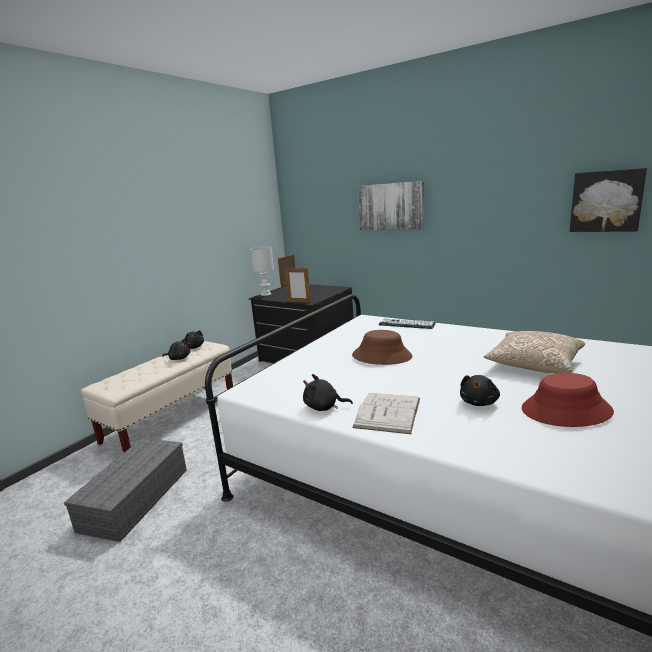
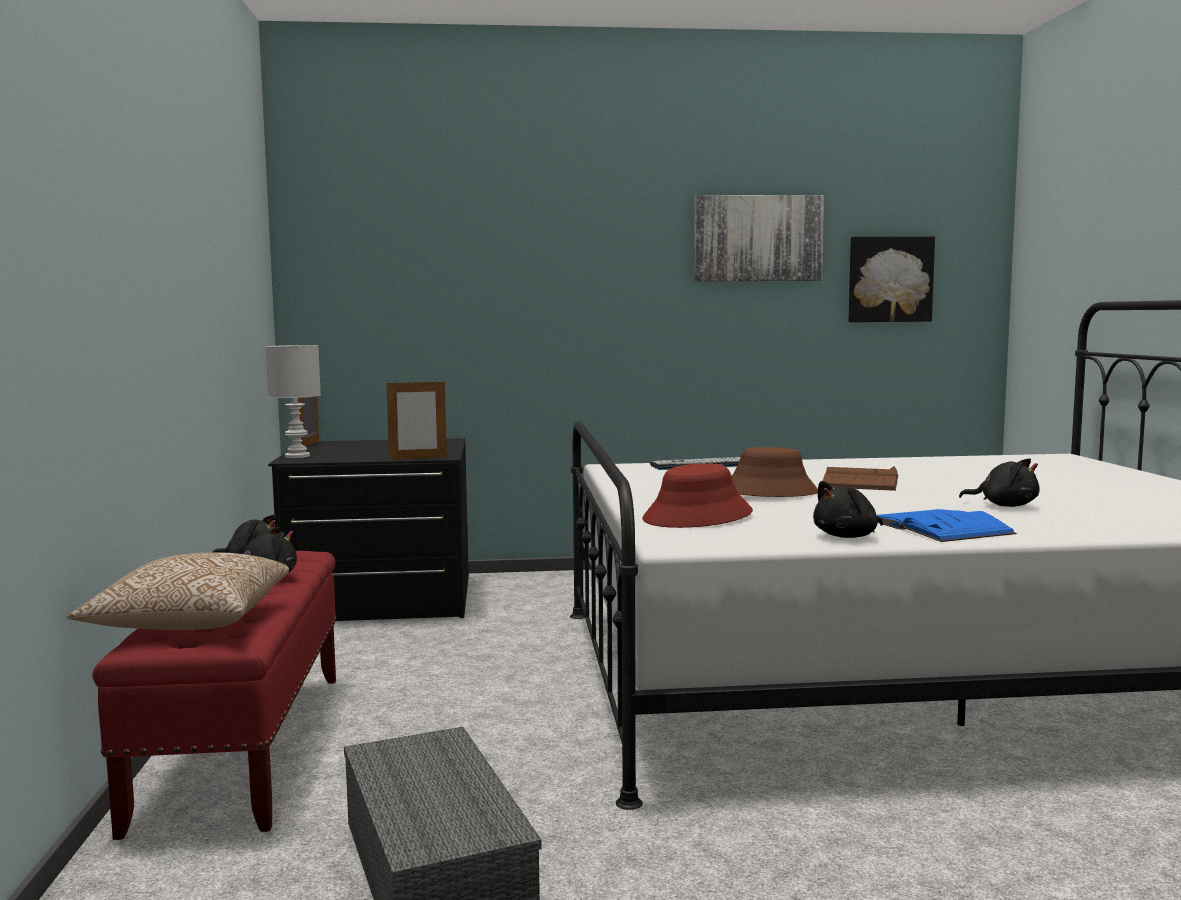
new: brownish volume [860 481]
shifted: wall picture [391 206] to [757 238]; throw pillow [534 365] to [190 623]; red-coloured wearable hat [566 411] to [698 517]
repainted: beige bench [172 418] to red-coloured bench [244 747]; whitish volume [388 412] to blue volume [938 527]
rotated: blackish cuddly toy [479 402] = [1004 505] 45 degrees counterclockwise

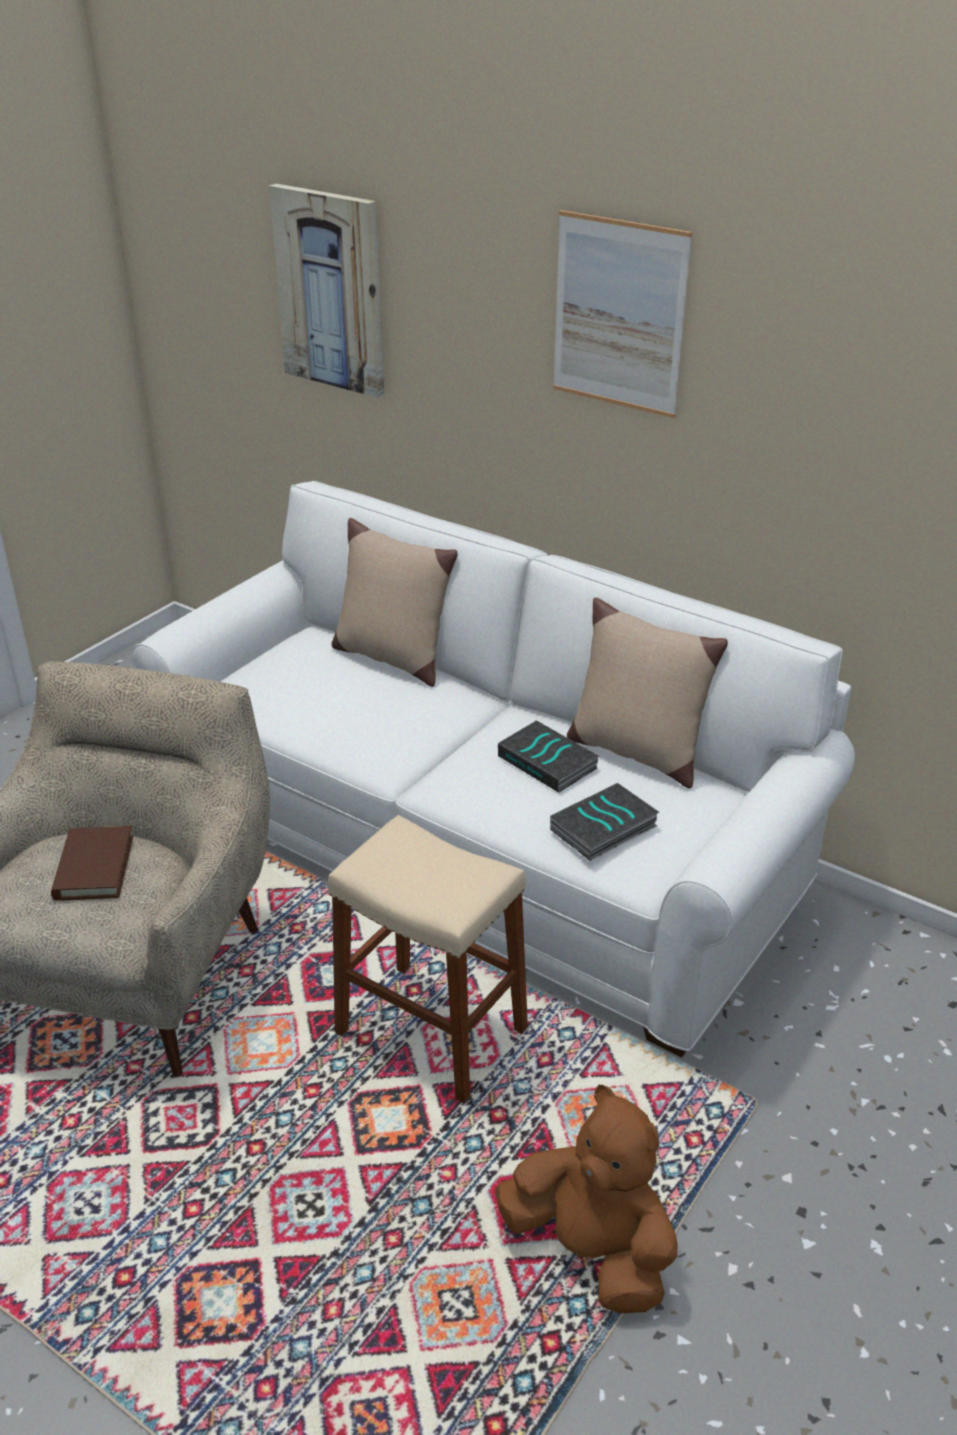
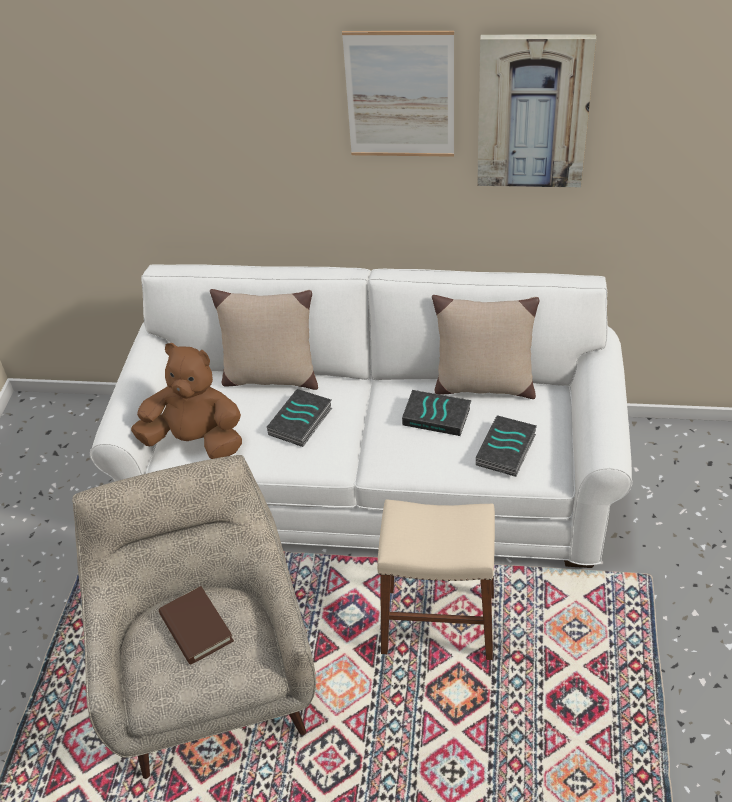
new: volume [301 422]
shifted: wall picture [331 291] to [533 112]; brownish cuddly toy [591 1250] to [196 441]

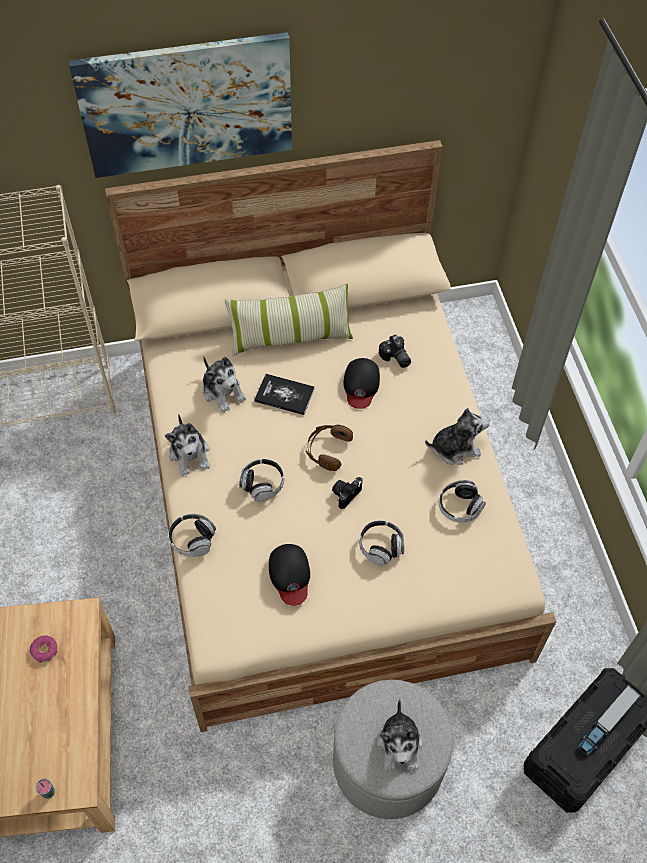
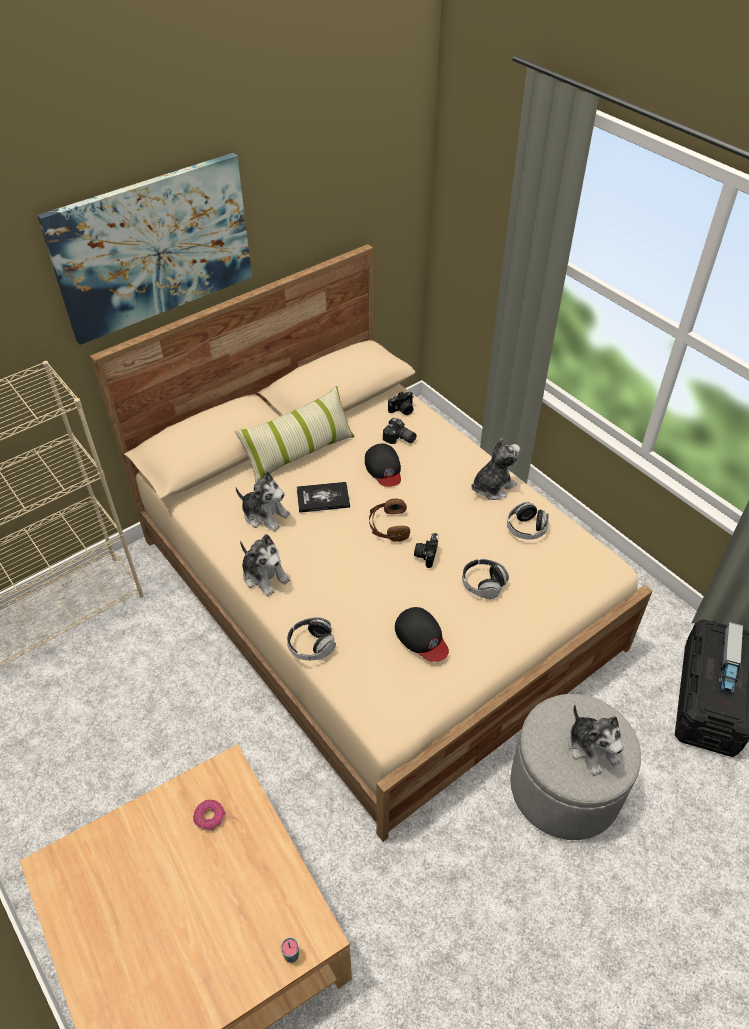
gone: headset [262 484]
new: photo camera [402 410]

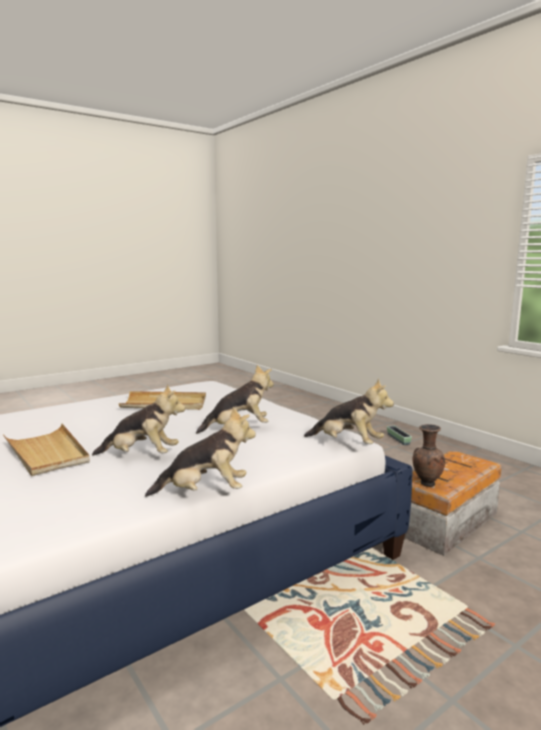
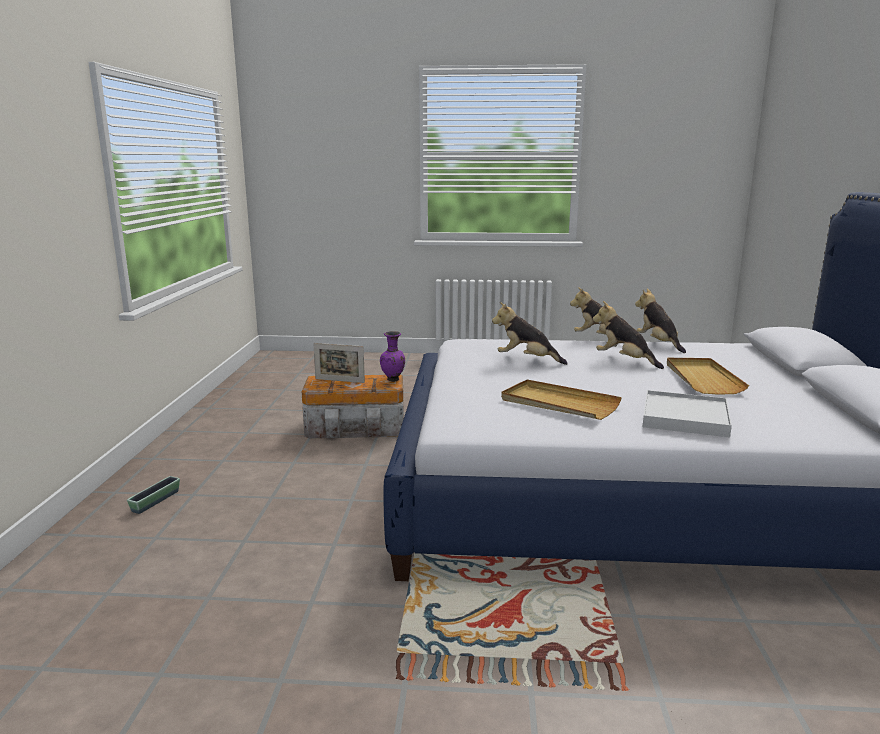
new: standing frame [339 380]; whitish serving tray [684 417]
shifted: cuddly toy [348 444] to [658 344]
repainted: brownish decorative vase [426 483] to purple decorative vase [393 380]

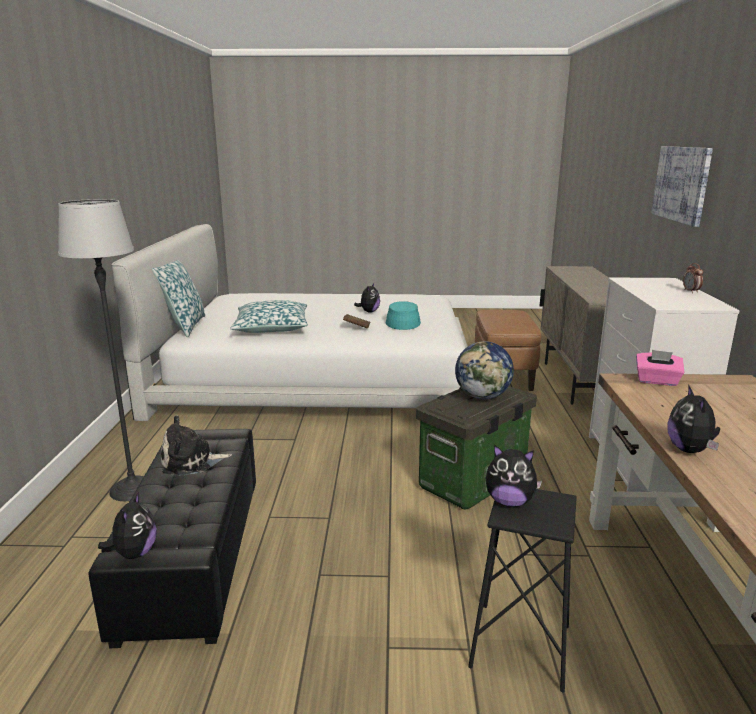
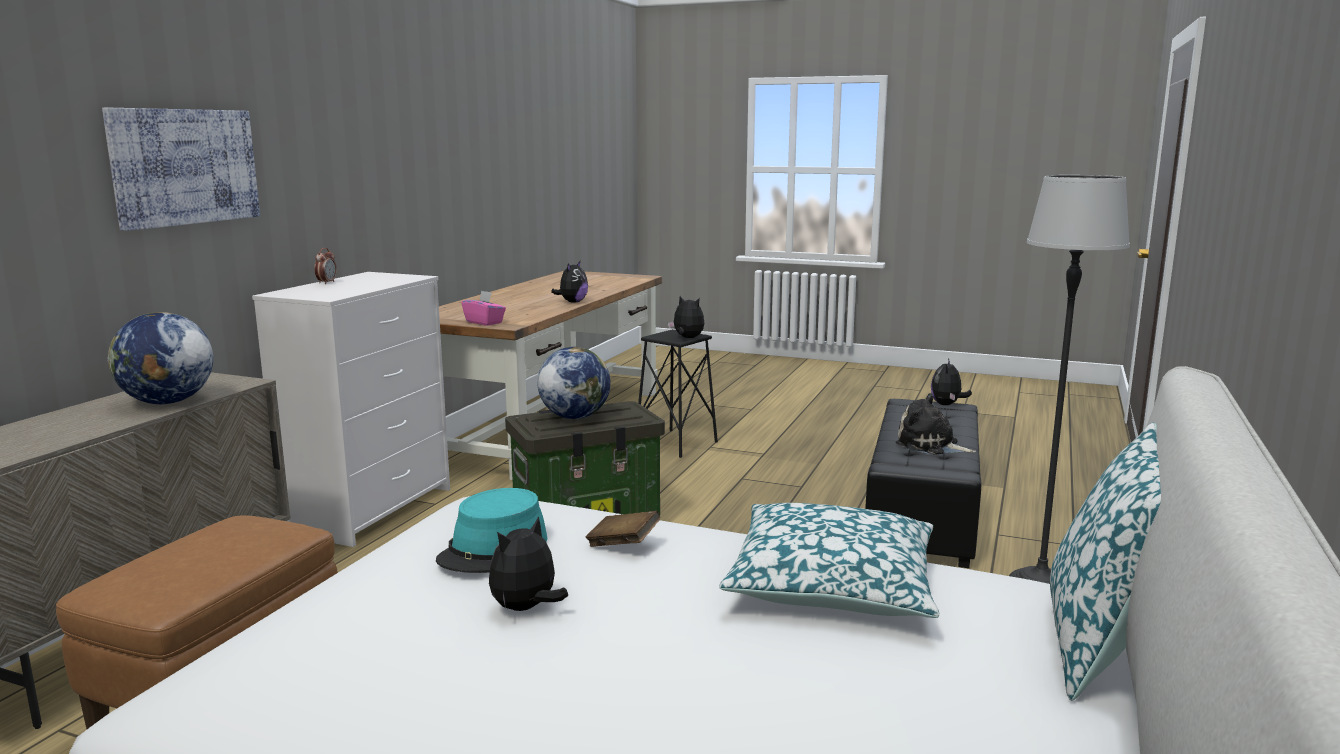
new: world globe [167 402]
rotated: cuddly toy [191 462] = [930 445] 150 degrees counterclockwise

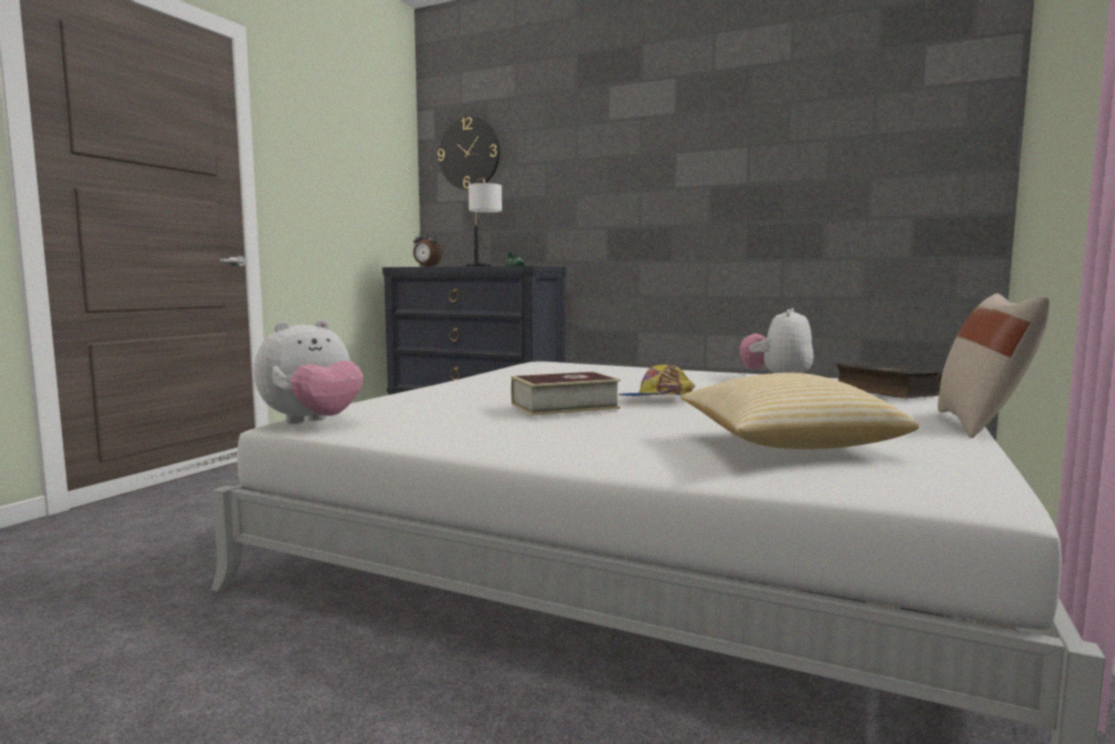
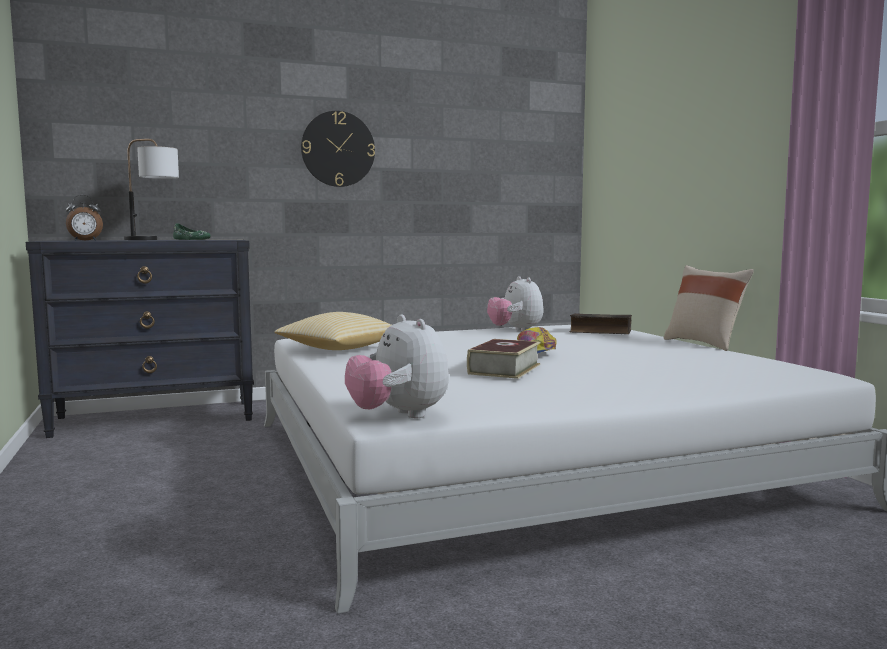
shifted: wall clock [469 154] to [338 149]; throw pillow [785 444] to [337 349]
rotated: cuddly toy [313 422] = [398 416] 150 degrees clockwise

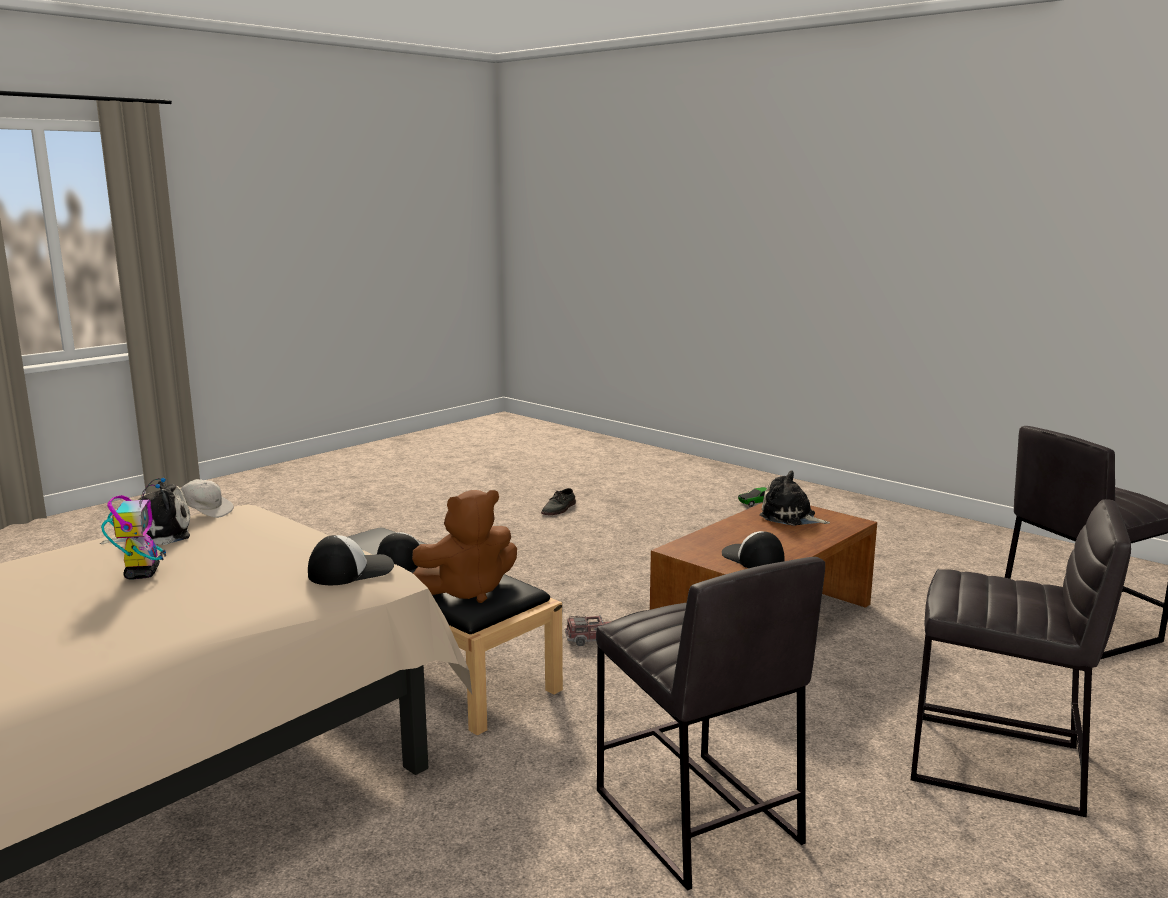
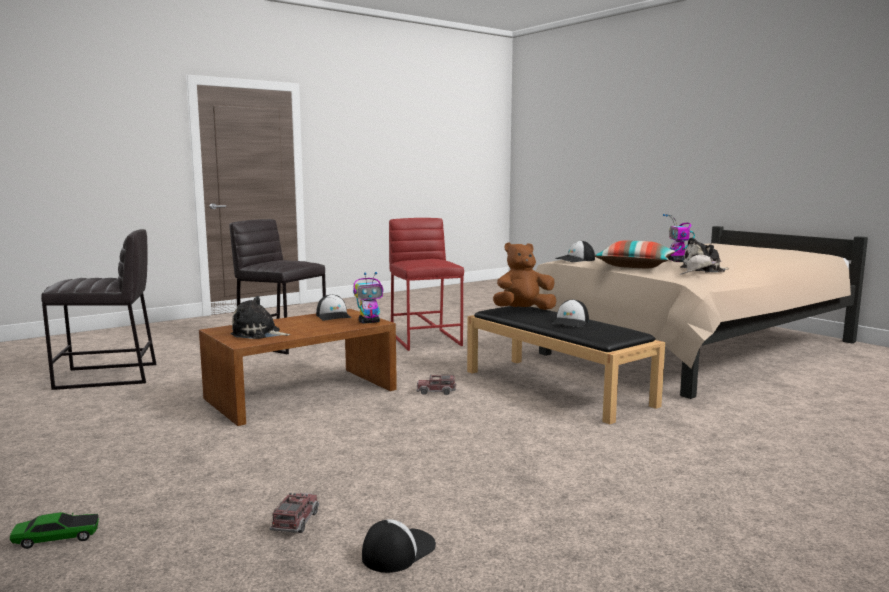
new: toy truck [295 522]; robot figure [369 322]; throw pillow [634 266]
swapped: gray shoe [559 509] to baseball cap [398 551]
repainted: gray stool seat [696 817] to red-coloured stool seat [426 339]
rotated: cuddly toy [790 517] = [258 334] 150 degrees clockwise

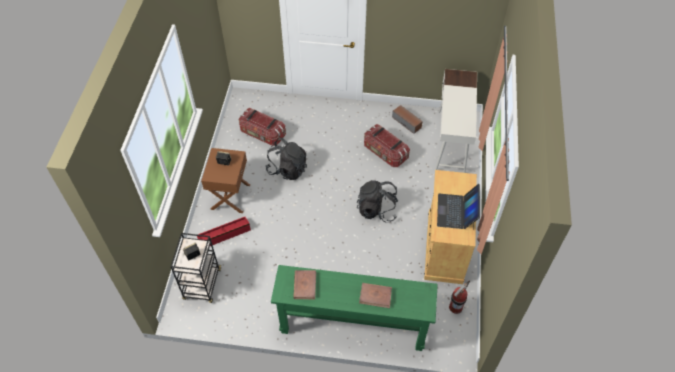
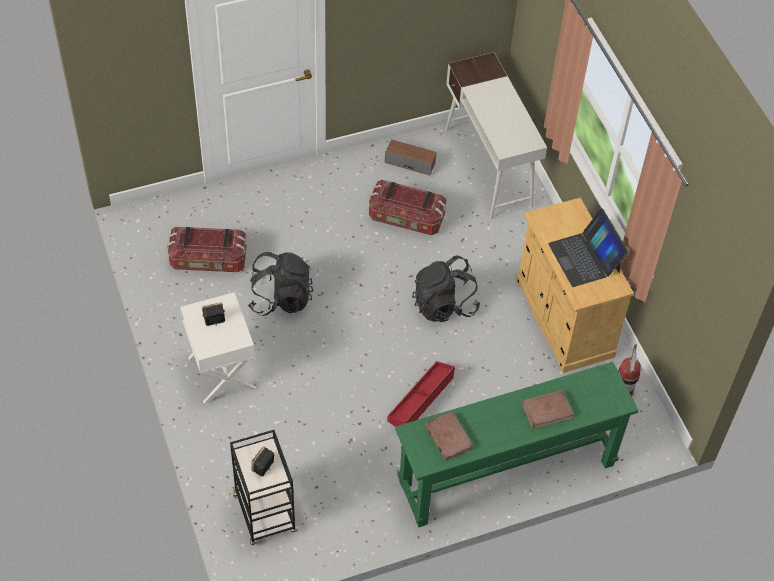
shifted: red-coloured storage bin [224 234] to [421 400]
repainted: brownish bedside table [229 196] to whitish bedside table [221 373]

